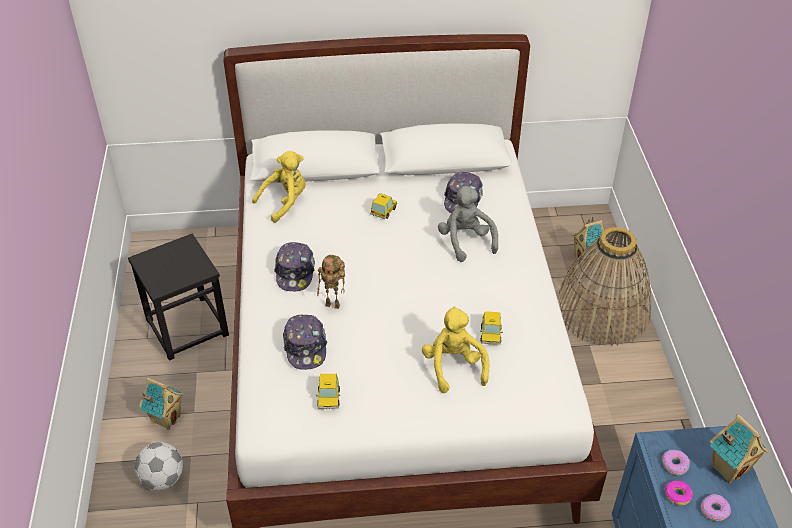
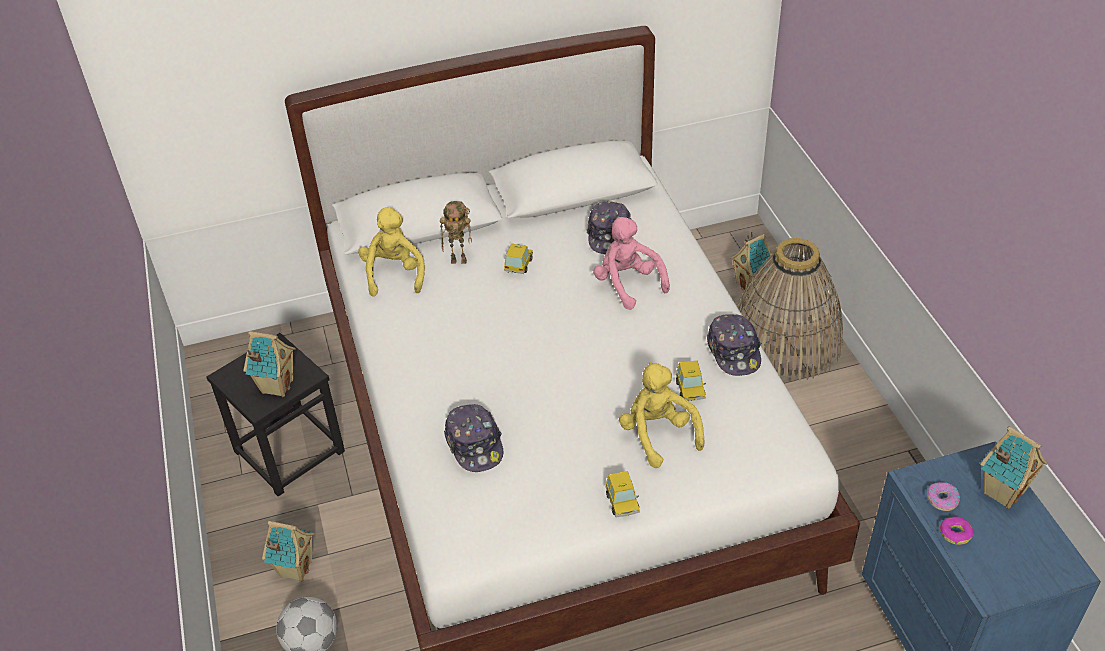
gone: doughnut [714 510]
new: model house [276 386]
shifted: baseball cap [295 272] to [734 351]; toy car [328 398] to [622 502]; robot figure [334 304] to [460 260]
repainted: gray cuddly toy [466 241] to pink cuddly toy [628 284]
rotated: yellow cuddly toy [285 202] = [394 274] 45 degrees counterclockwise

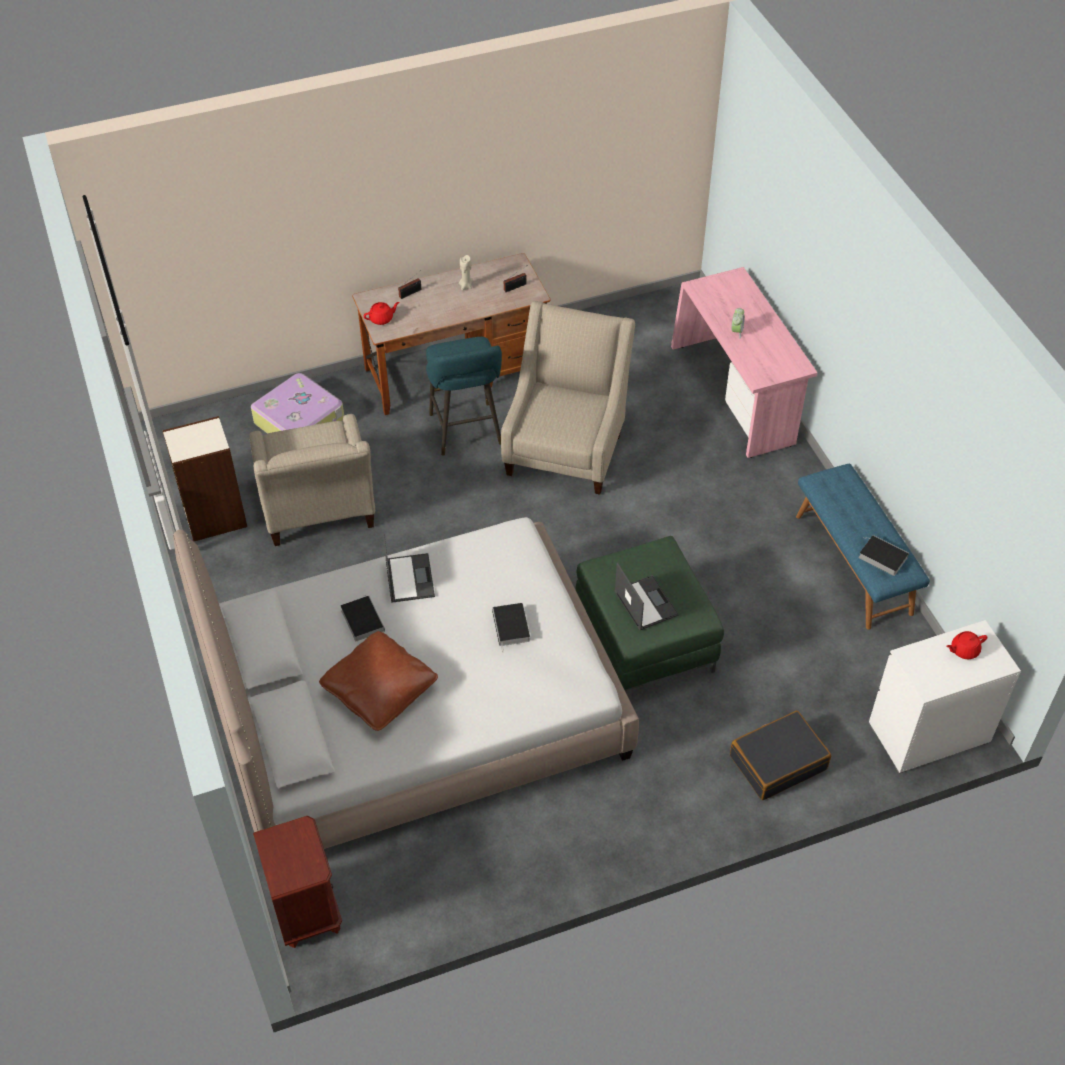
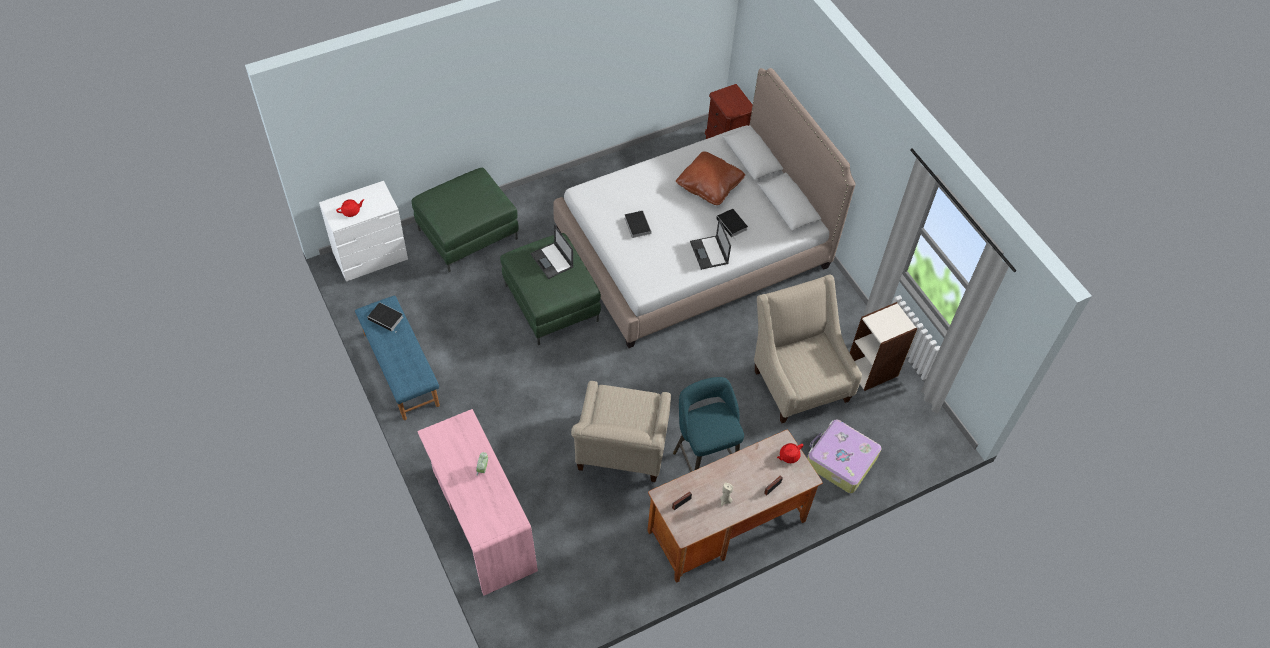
swapped: blackish piece of luggage [777 762] to green ottoman [467 234]

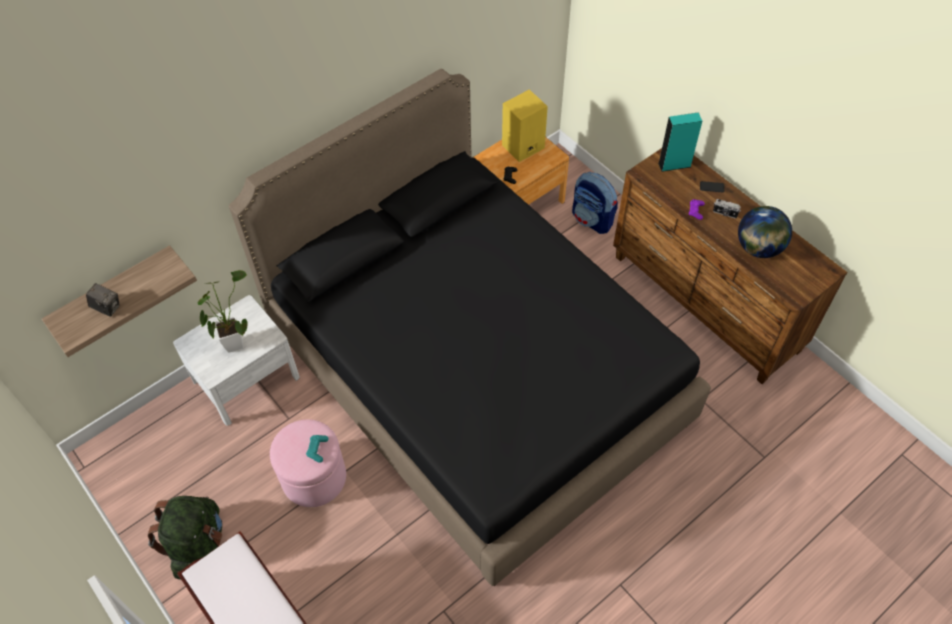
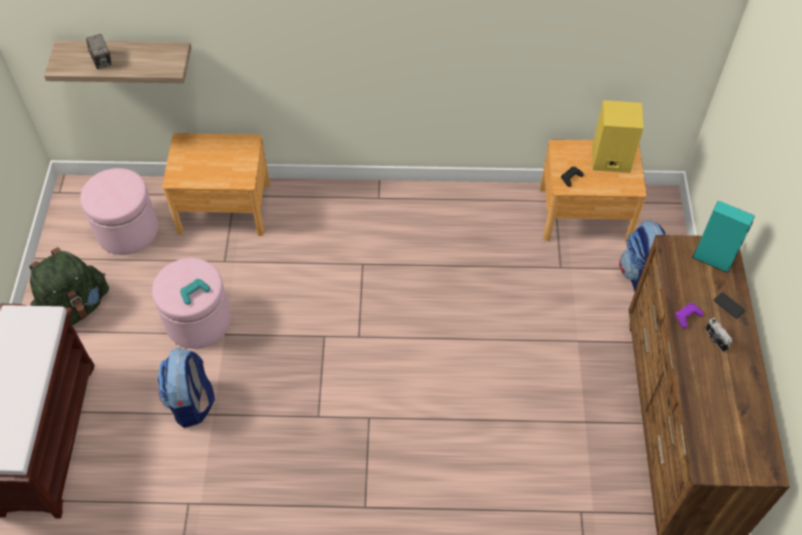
gone: houseplant [233 340]; blackish bedroom bed [476 375]; world globe [758 248]
new: pink ottoman [127 230]; backpack [191 402]
repainted: whitish bedside table [246 379] to brownish bedside table [224 207]

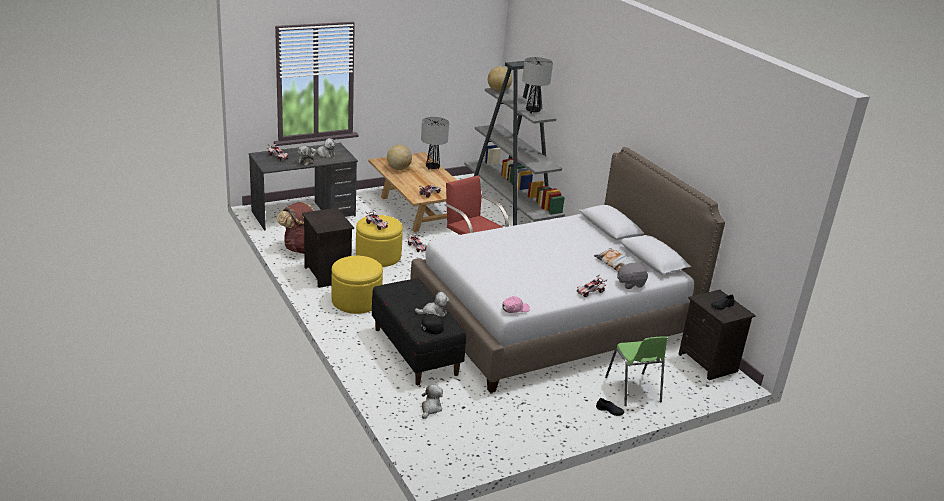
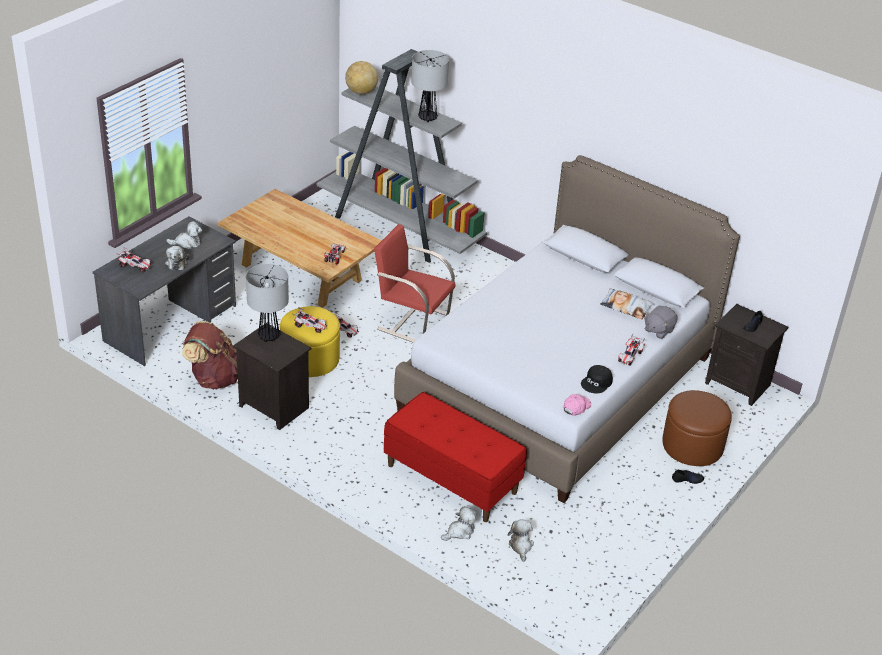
gone: yellow ottoman [356 300]; world globe [398 168]
shifted: blackish baseball cap [429 329] to [597 383]; cuddly toy [434 312] to [459 531]; lamp for a table [433 167] to [269 336]
swapped: green plain chair [633 390] to brownish ottoman [692 445]
repainted: blackish bench [416 351] to red-coloured bench [452 478]

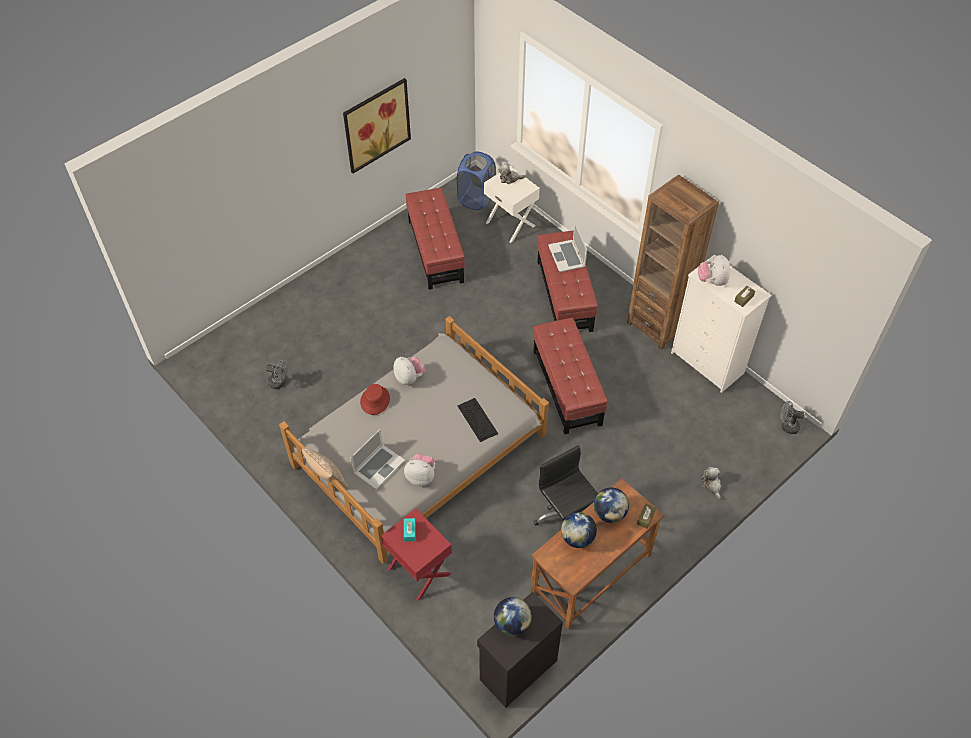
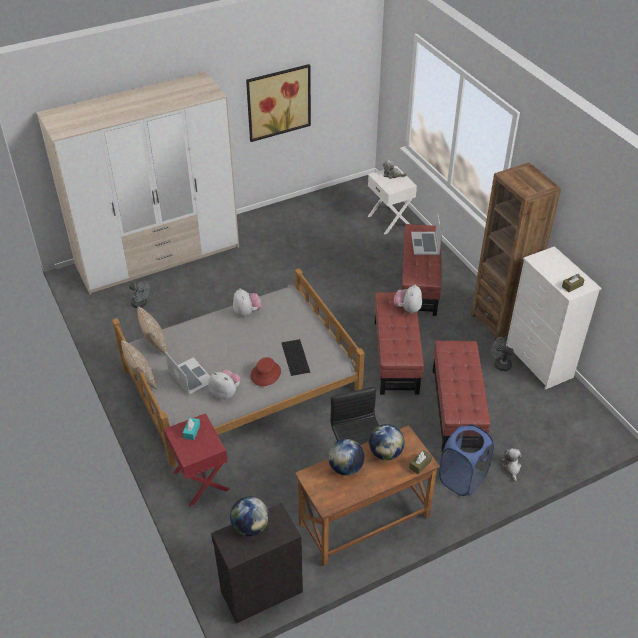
new: wardrobe [158 256]; throw pillow [154 344]
shifted: red-coloured wearable hat [375 400] to [265 374]; red-coloured ottoman [436 251] to [457 409]; blue laundry basket [476 198] to [462 478]; cuddly toy [712 281] to [407 309]; gray fan [787 426] to [499 364]
rotated: notebook computer [378 466] = [190 377] 90 degrees counterclockwise

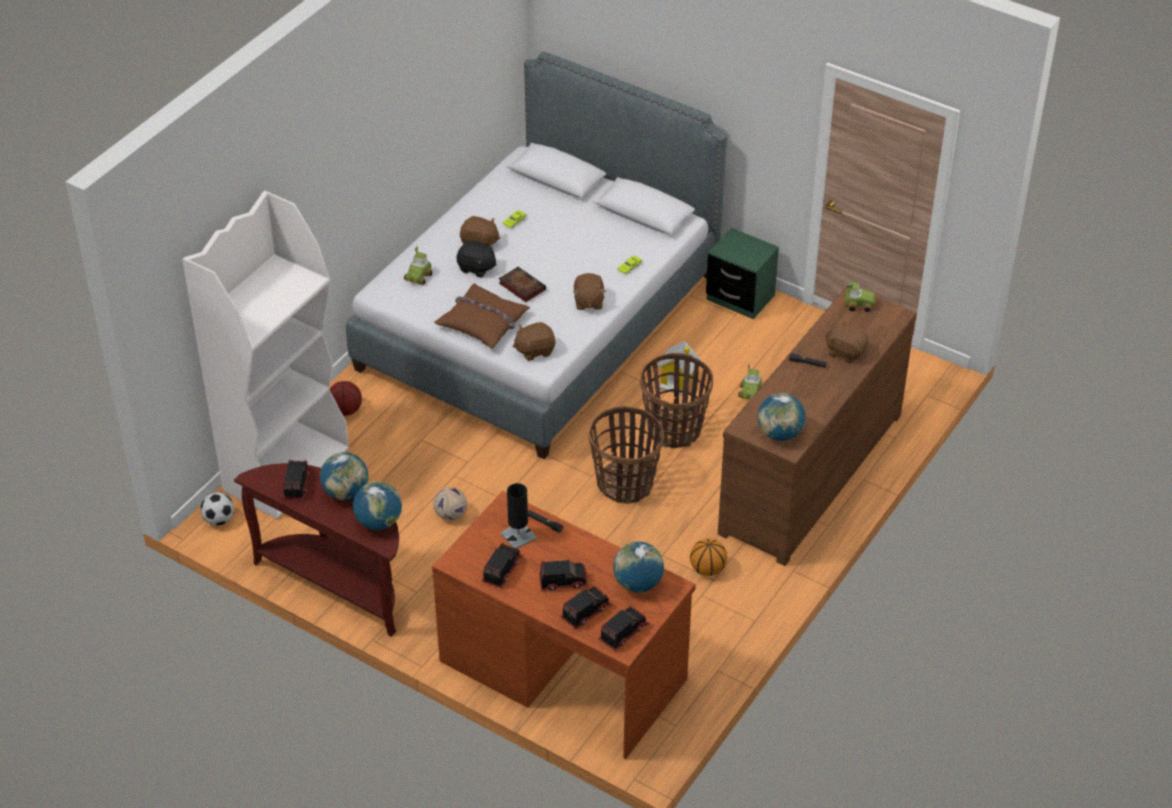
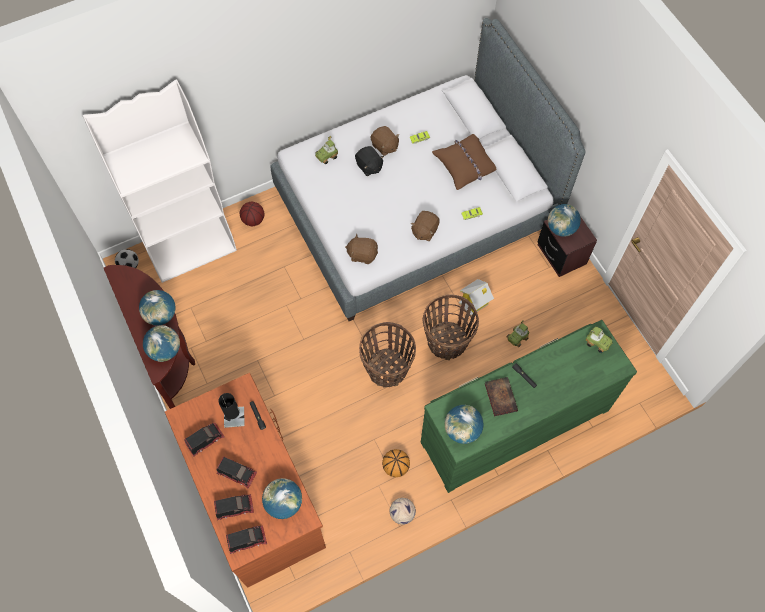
gone: toy truck [296 484]; brownish cuddly toy [845 352]
new: world globe [561 228]
shifted: ball for football [451 515] to [402 514]; brownish throw pillow [483 322] to [466 164]; volume [521 286] to [500 396]
repainted: green bedside table [740 297] to brownish bedside table [561 254]; brownish drawer chest [809 473] to green drawer chest [514 425]

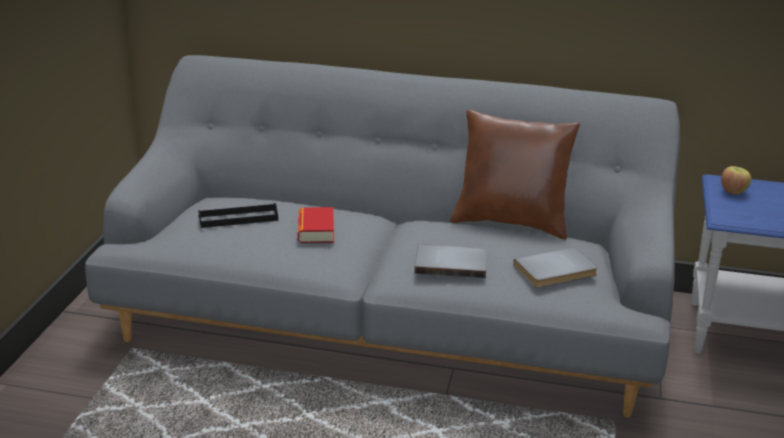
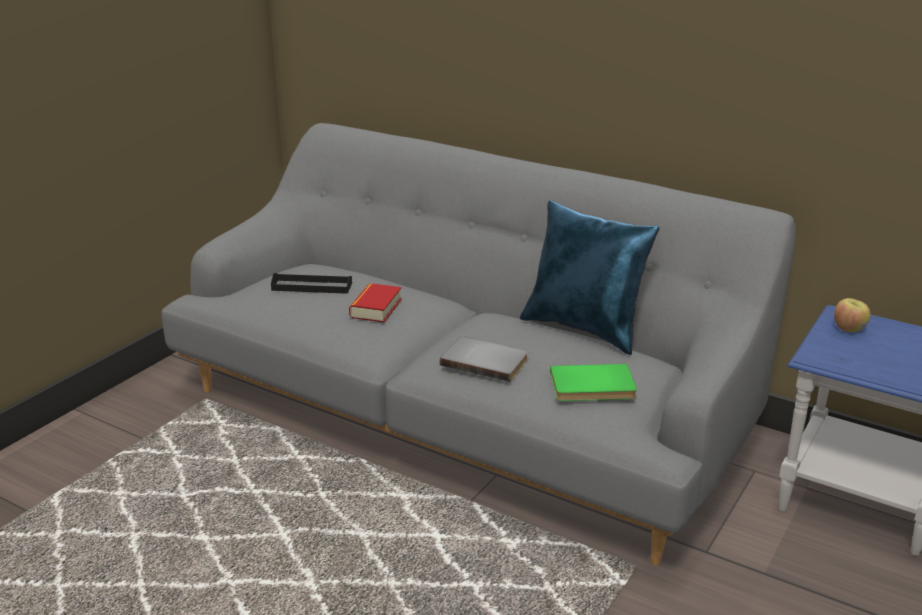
repainted: brownish throw pillow [511 223] to blue throw pillow [585 329]; gray volume [556 271] to green volume [593 387]

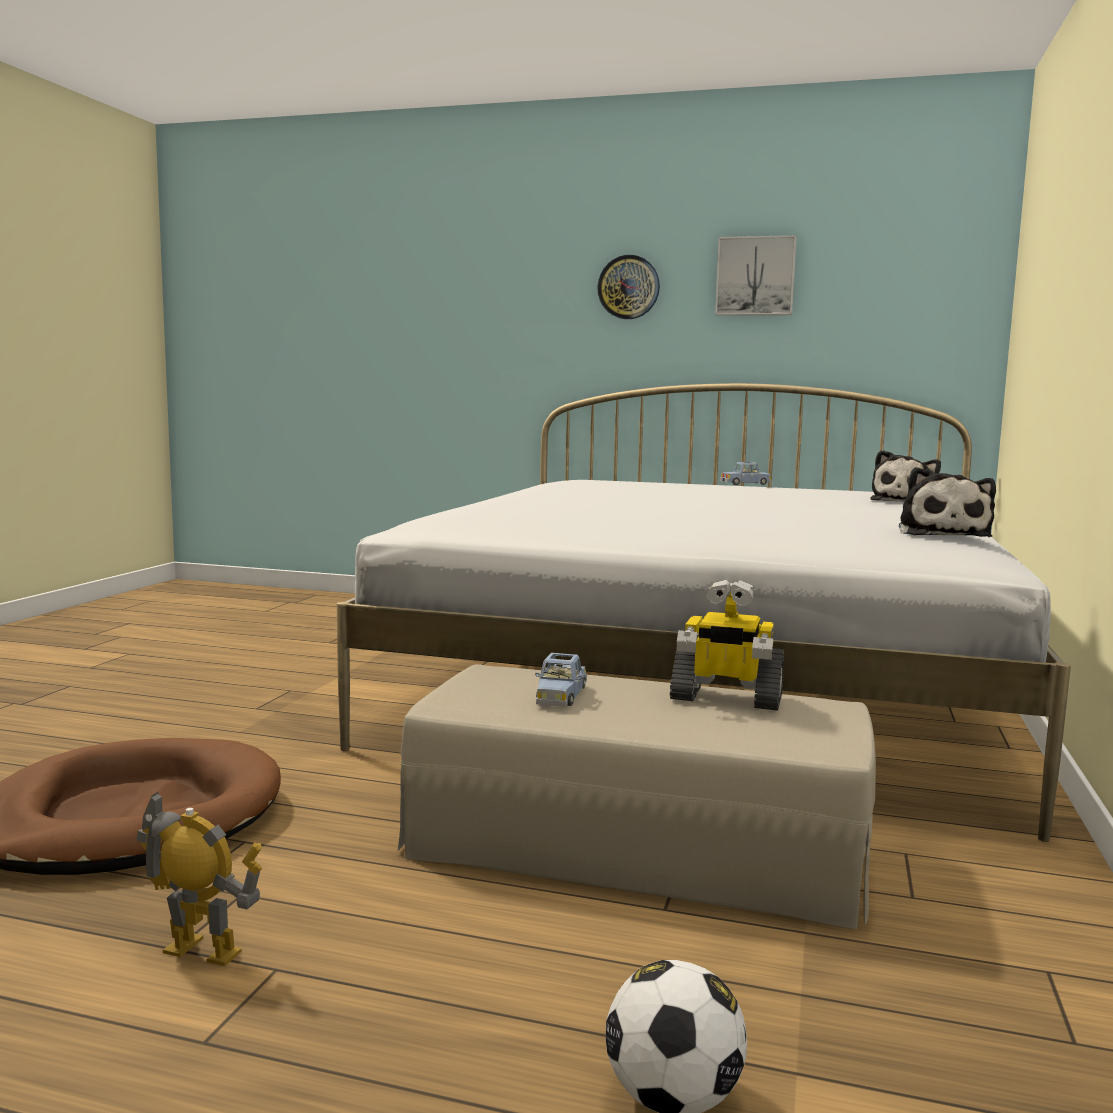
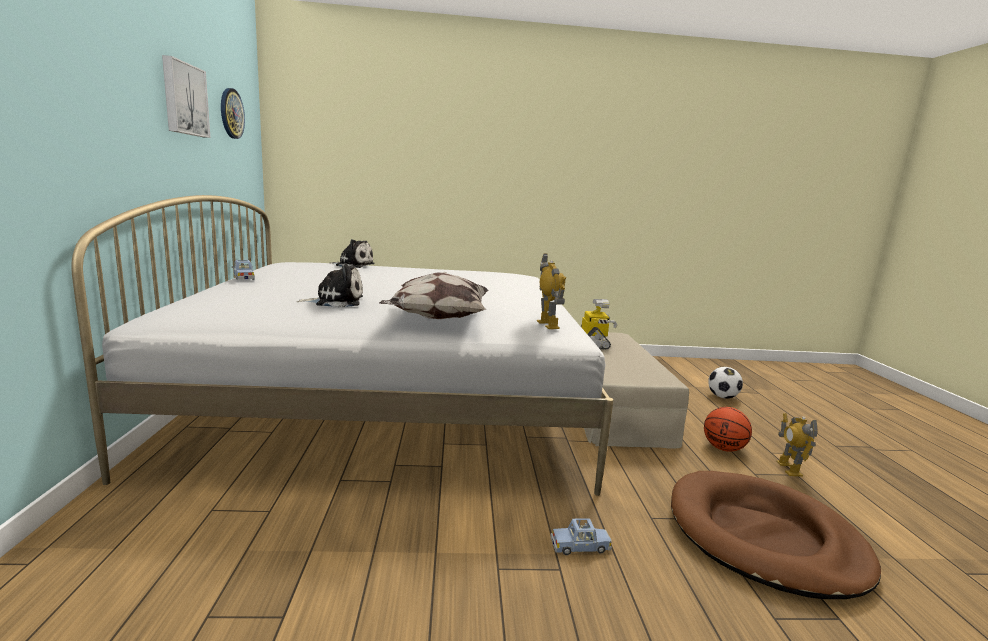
new: throw pillow [437 318]; robot figure [548 324]; basketball [723 448]
shifted: blue toy car [560 696] to [580 546]; wall clock [628 287] to [231 113]; cuddly toy [942 534] to [336 301]

